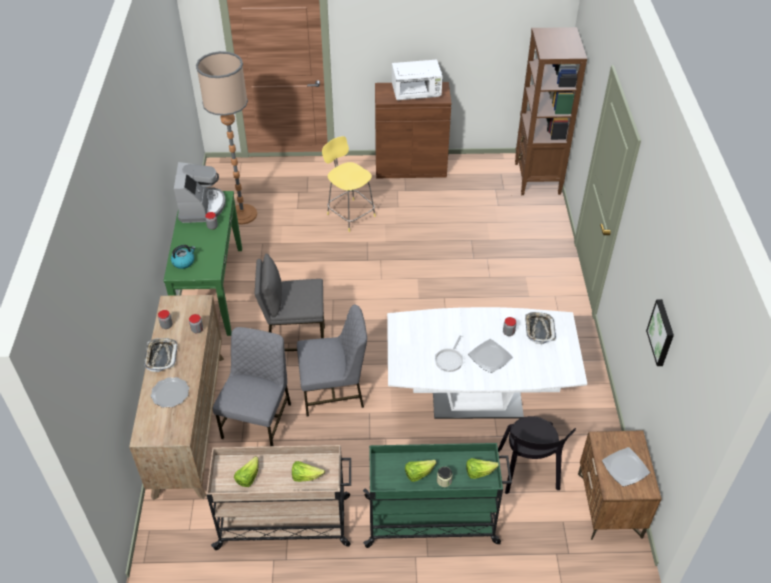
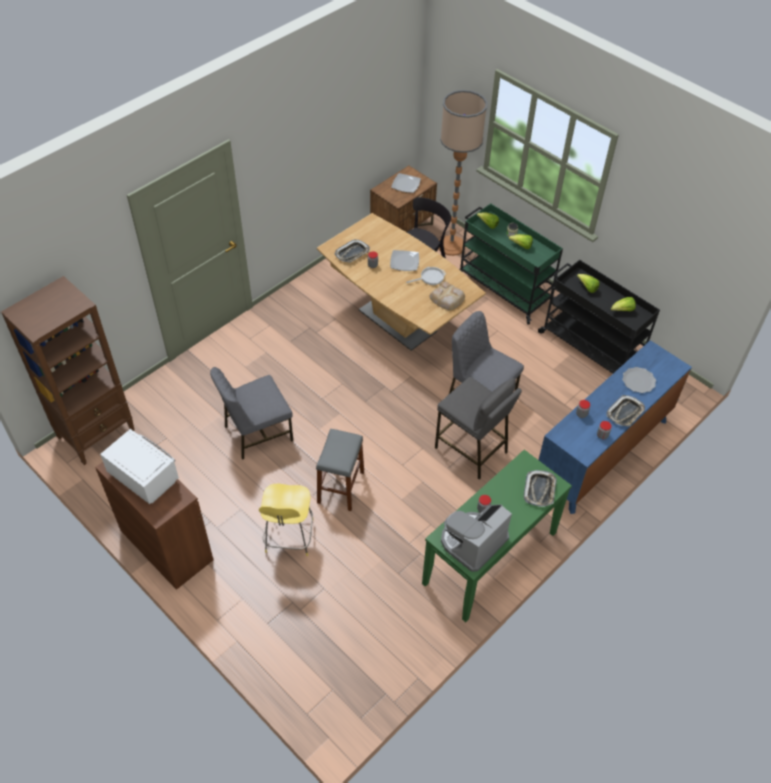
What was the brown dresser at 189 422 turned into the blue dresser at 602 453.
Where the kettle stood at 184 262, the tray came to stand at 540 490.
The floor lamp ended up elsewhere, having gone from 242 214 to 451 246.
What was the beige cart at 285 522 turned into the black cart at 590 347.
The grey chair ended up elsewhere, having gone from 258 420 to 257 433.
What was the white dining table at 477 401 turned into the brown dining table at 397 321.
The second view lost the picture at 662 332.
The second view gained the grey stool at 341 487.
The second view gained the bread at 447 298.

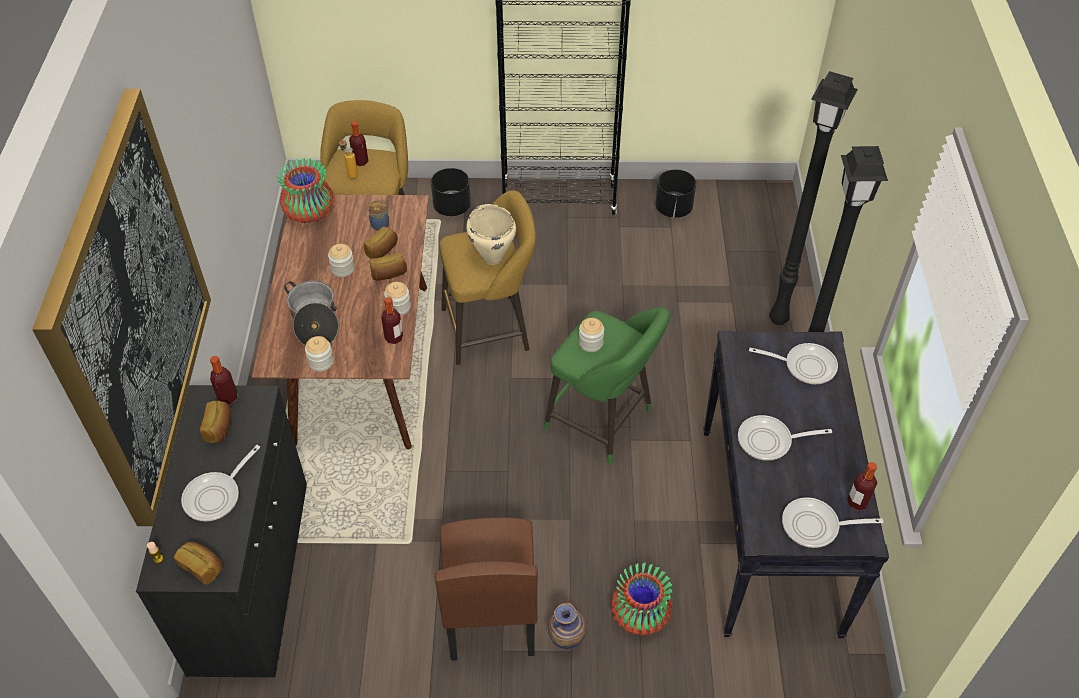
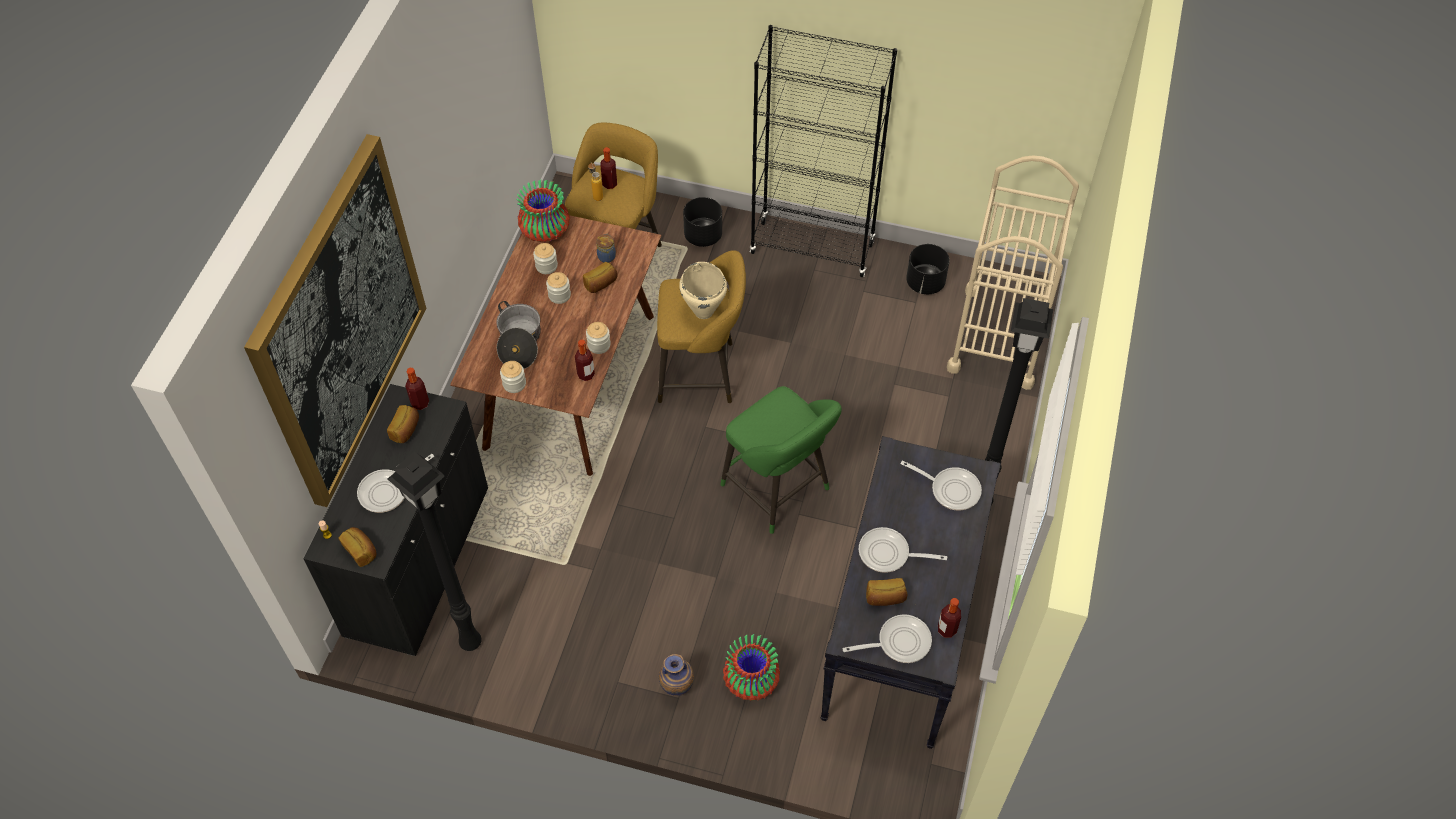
The bread ended up elsewhere, having gone from 389 274 to 885 598.
The second view lost the brown chair at 489 610.
The jar ended up elsewhere, having gone from 590 343 to 546 266.
The black floor lamp ended up elsewhere, having gone from 776 319 to 468 643.
The frying pan at 815 526 ended up facing another way, 150 degrees clockwise from before.
The second view gained the beige cart at 998 337.

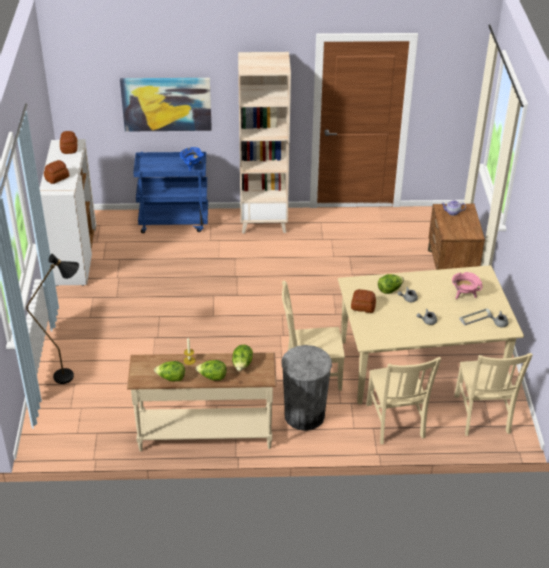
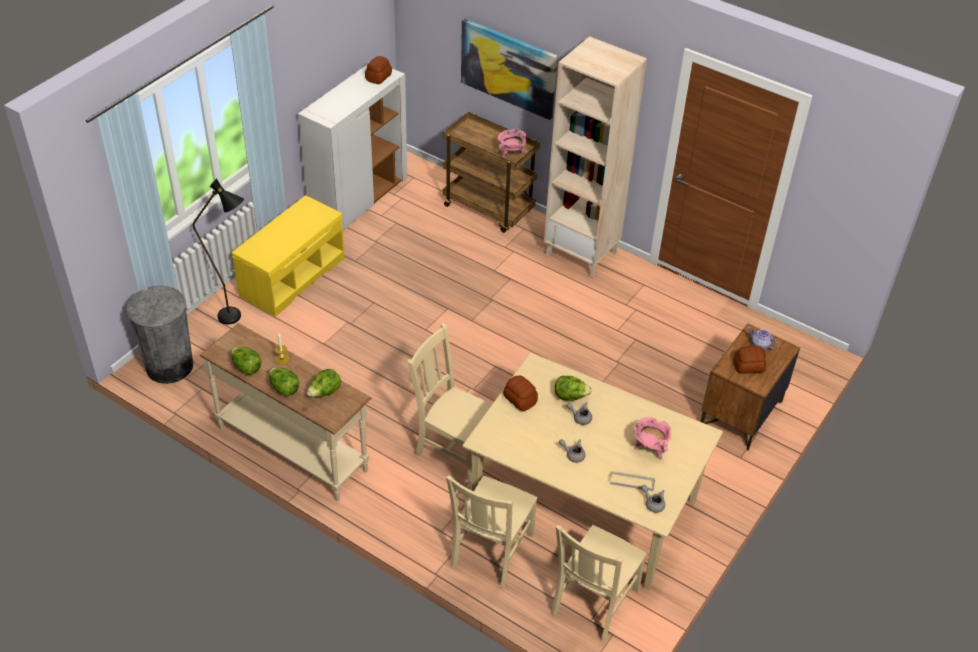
The bread ended up elsewhere, having gone from 56 178 to 748 366.
What was the blue cart at 174 221 turned into the brown cart at 489 209.
What was the blue cooking pot at 192 167 turned into the pink cooking pot at 511 154.
The grey trash can ended up elsewhere, having gone from 304 415 to 169 366.
The second view gained the yellow bench at 292 276.

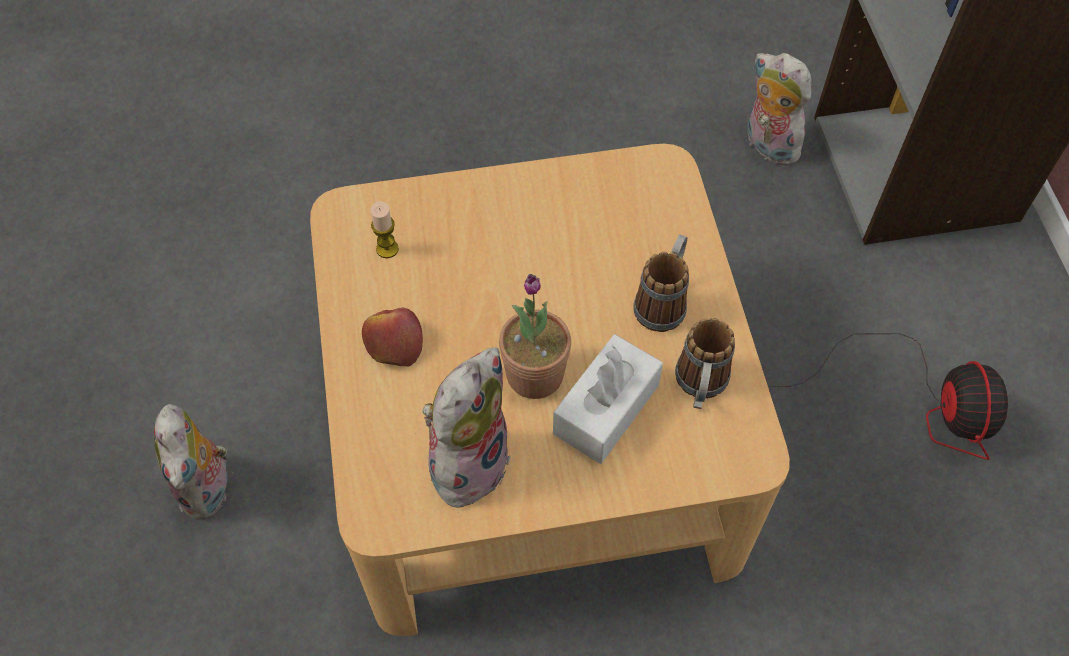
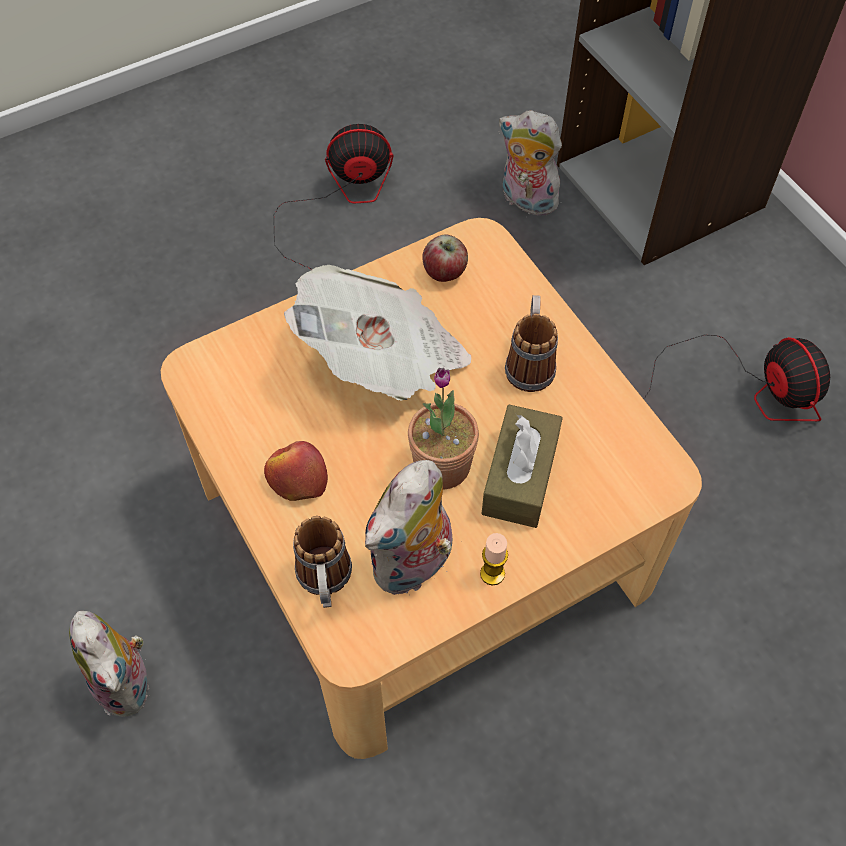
The candle ended up elsewhere, having gone from 387 249 to 492 573.
The plush toy at 467 461 ended up facing another way, 150 degrees counterclockwise from before.
What was the white tissue box at 606 409 turned into the brown tissue box at 520 476.
The mug ended up elsewhere, having gone from 700 387 to 325 583.
The second view gained the fan at 339 206.
The second view gained the newspaper at 383 359.
The second view gained the apple at 445 272.

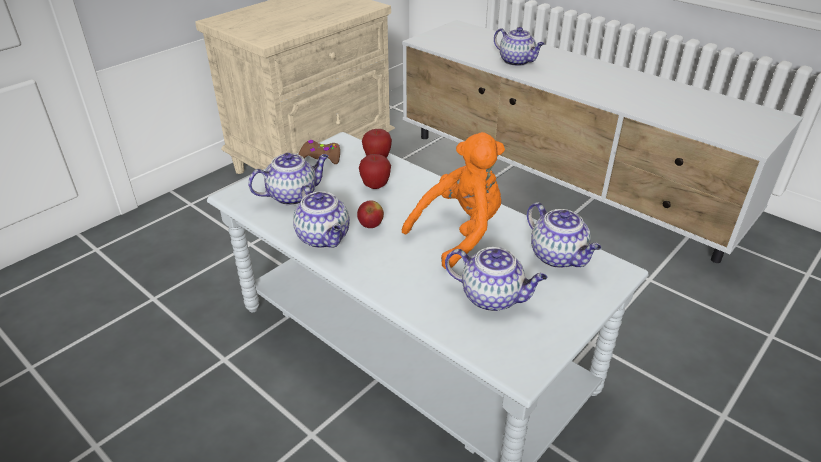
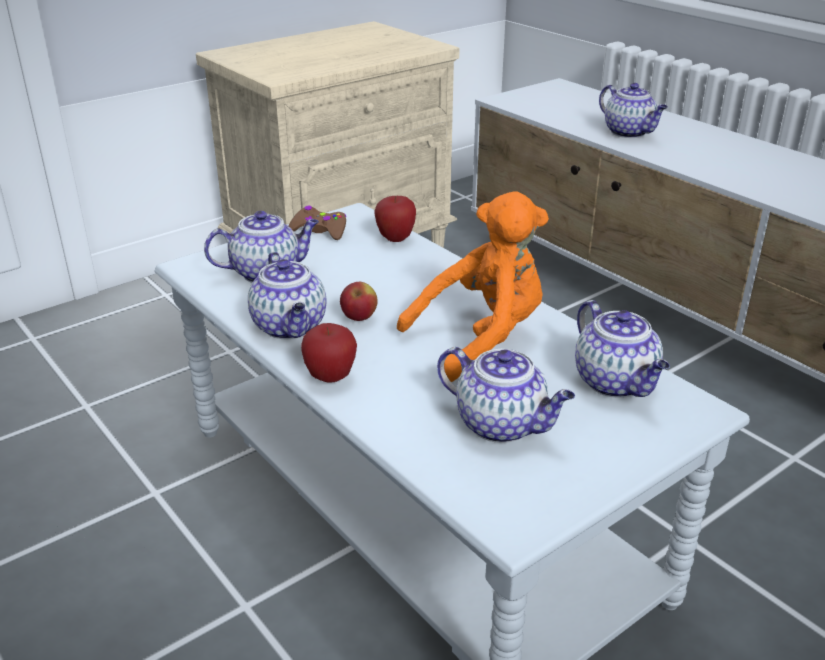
The apple ended up elsewhere, having gone from 375 186 to 330 377.

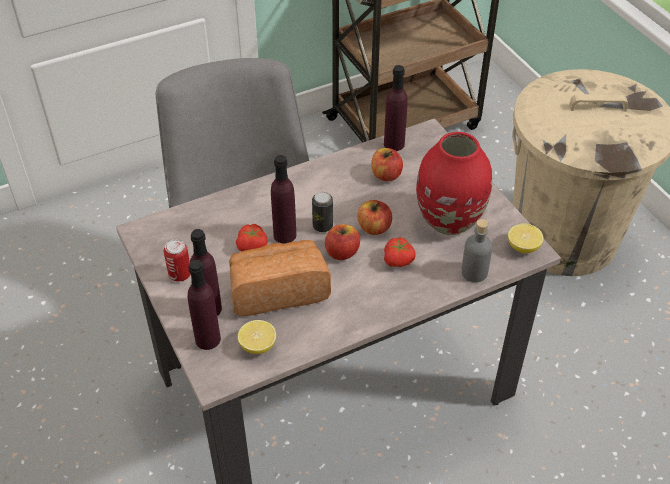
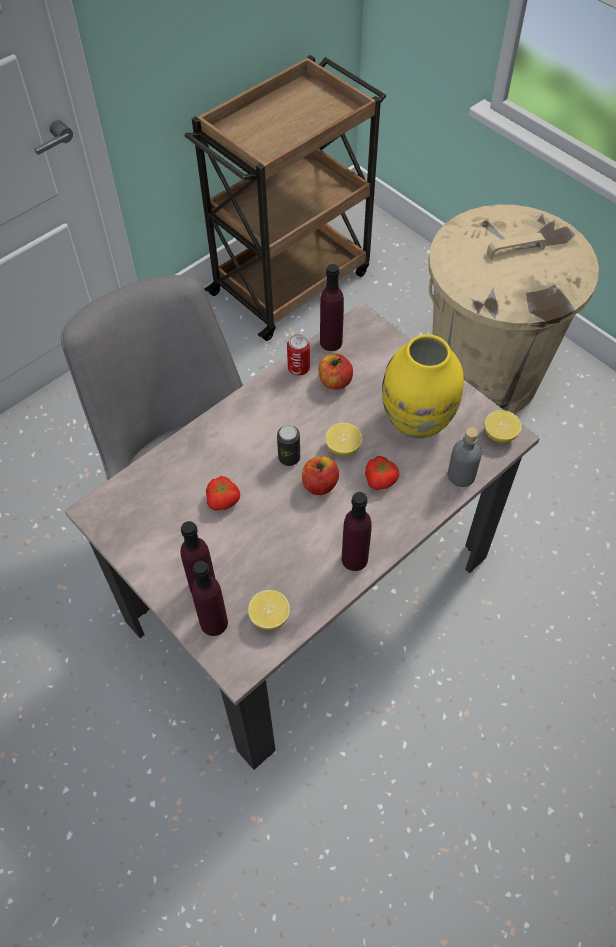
The can ended up elsewhere, having gone from 180 274 to 298 368.
The second view lost the bread at 278 290.
The purple bottle ended up elsewhere, having gone from 285 235 to 354 559.
Where the apple stood at 374 228, the lemon came to stand at 343 447.
What was the red vase at 449 221 turned into the yellow vase at 417 421.

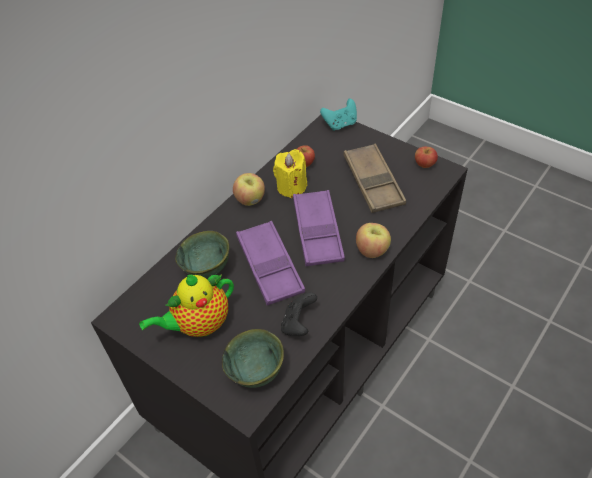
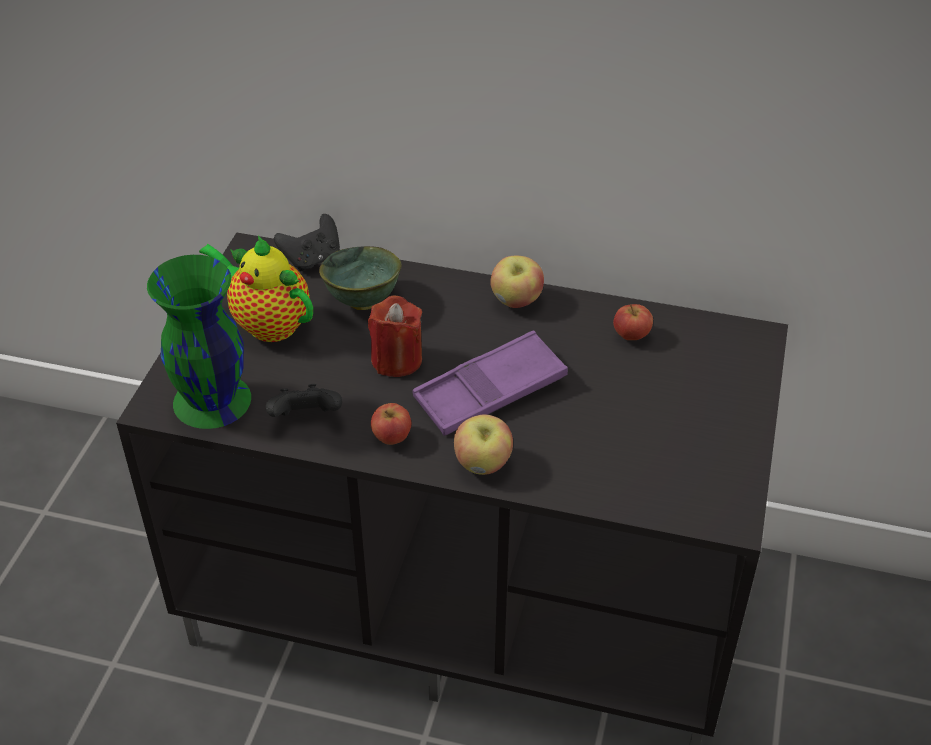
Where the green bowl stood at 257 373, the green vase came to stand at 210 401.
Where the purple tray stood at 270 266, the red candle came to stand at 397 360.
The second view lost the yellow candle at 291 187.
The second view lost the turquoise game controller at 340 124.
The second view lost the brown tray at 373 182.
The apple ended up elsewhere, having gone from 424 164 to 392 437.
The second view gained the black game controller at 312 259.

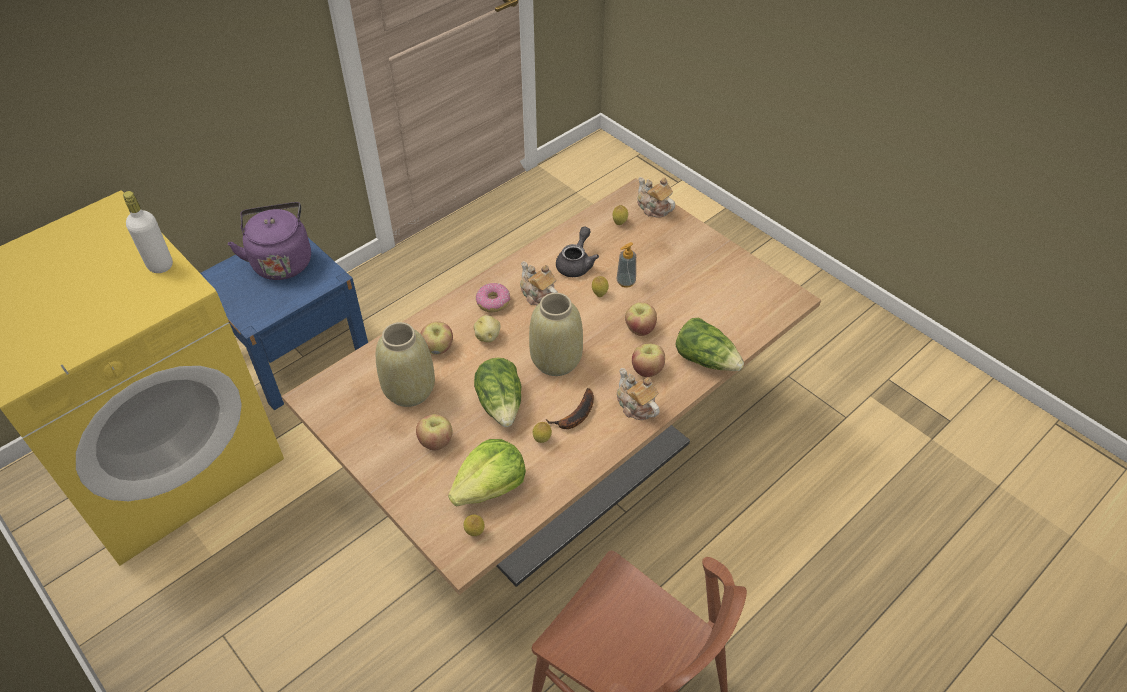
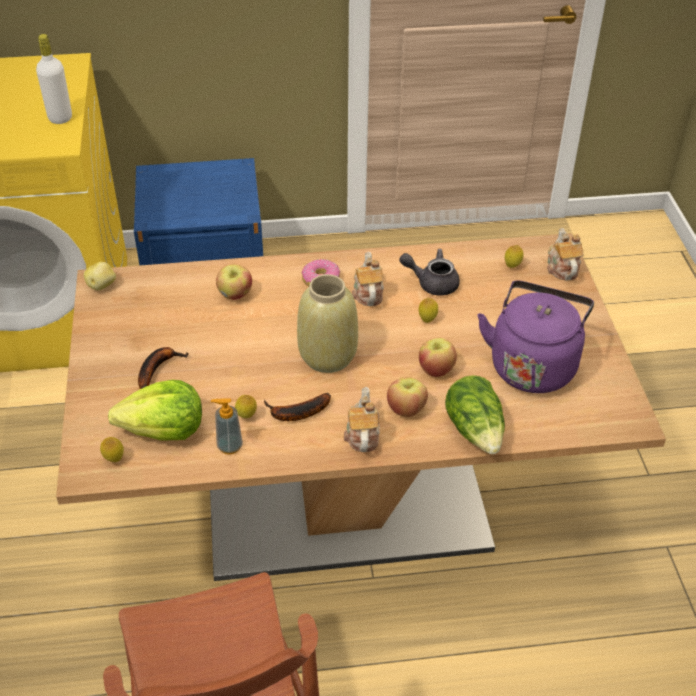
The purple kettle ended up elsewhere, having gone from 281 261 to 533 364.
The second view lost the beige vase at 410 390.
Where the apple stood at 436 441, the banana came to stand at 157 369.
The potato ended up elsewhere, having gone from 488 336 to 102 285.
The second view lost the lettuce at 501 404.
The grey teapot at 576 263 ended up facing another way, 135 degrees counterclockwise from before.
The soap dispenser ended up elsewhere, having gone from 626 282 to 229 446.

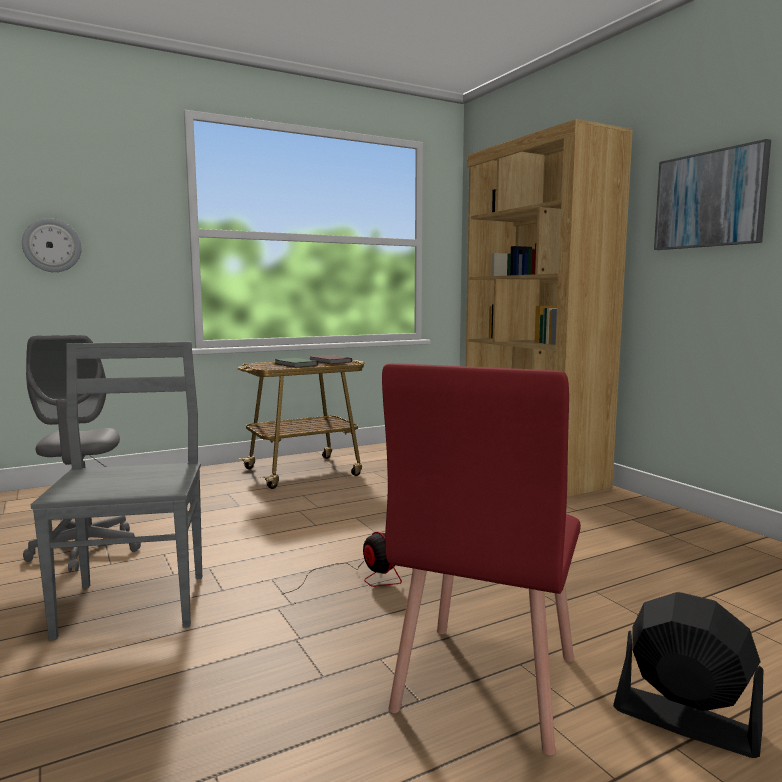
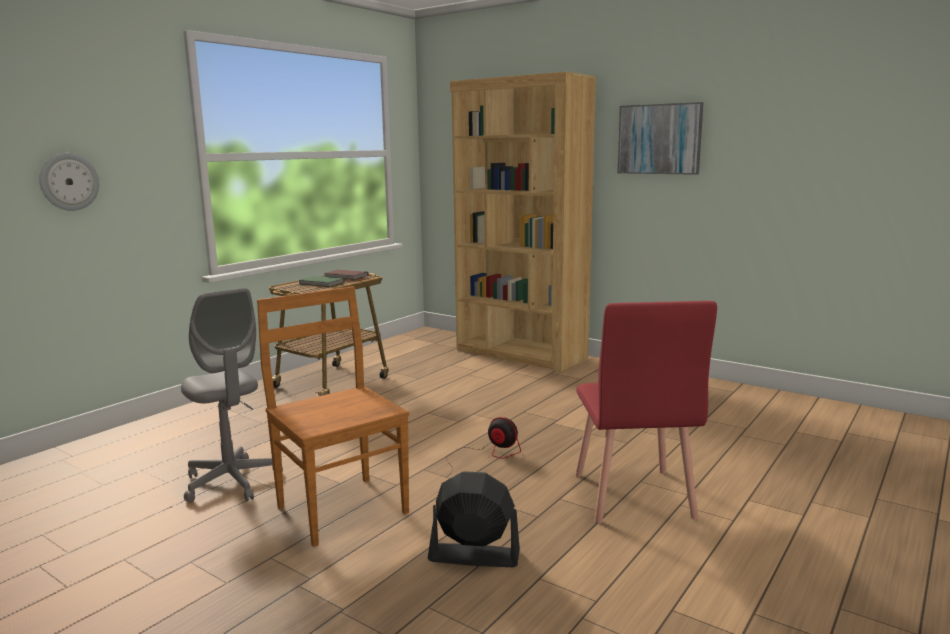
What was the grey chair at 135 602 turned into the brown chair at 341 508.
The black fan ended up elsewhere, having gone from 684 720 to 473 555.

